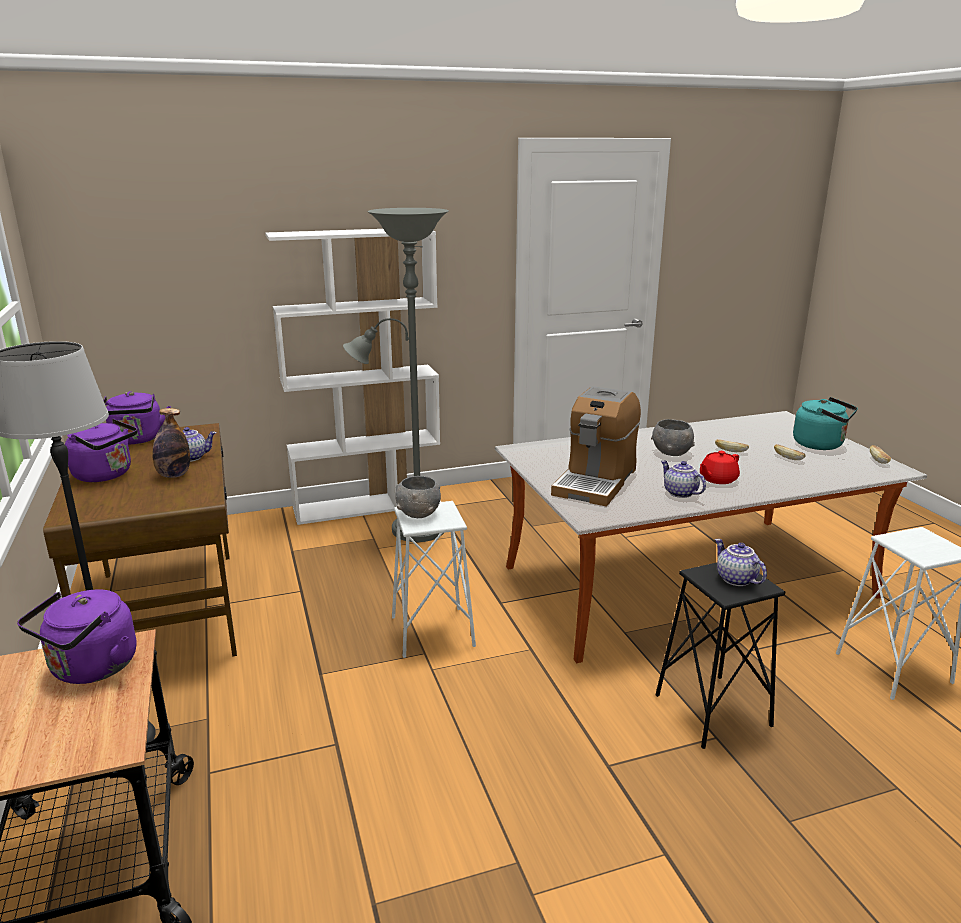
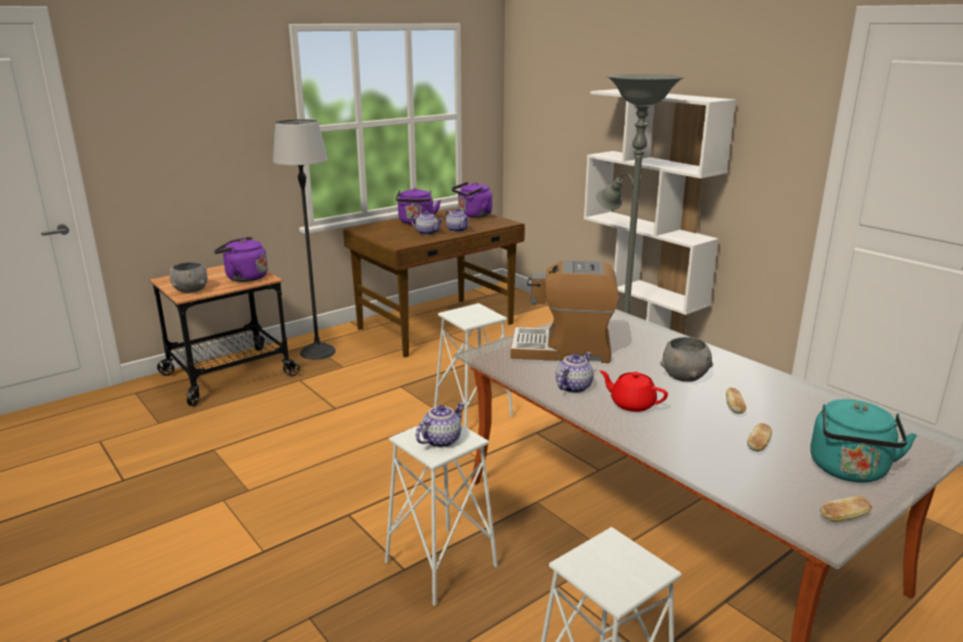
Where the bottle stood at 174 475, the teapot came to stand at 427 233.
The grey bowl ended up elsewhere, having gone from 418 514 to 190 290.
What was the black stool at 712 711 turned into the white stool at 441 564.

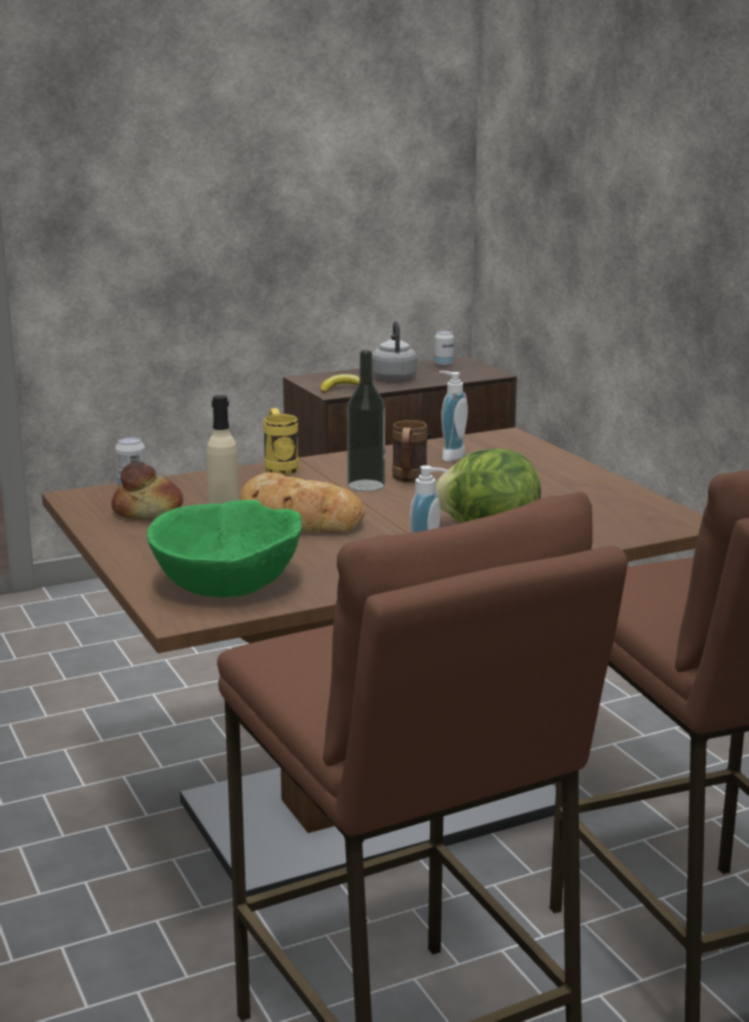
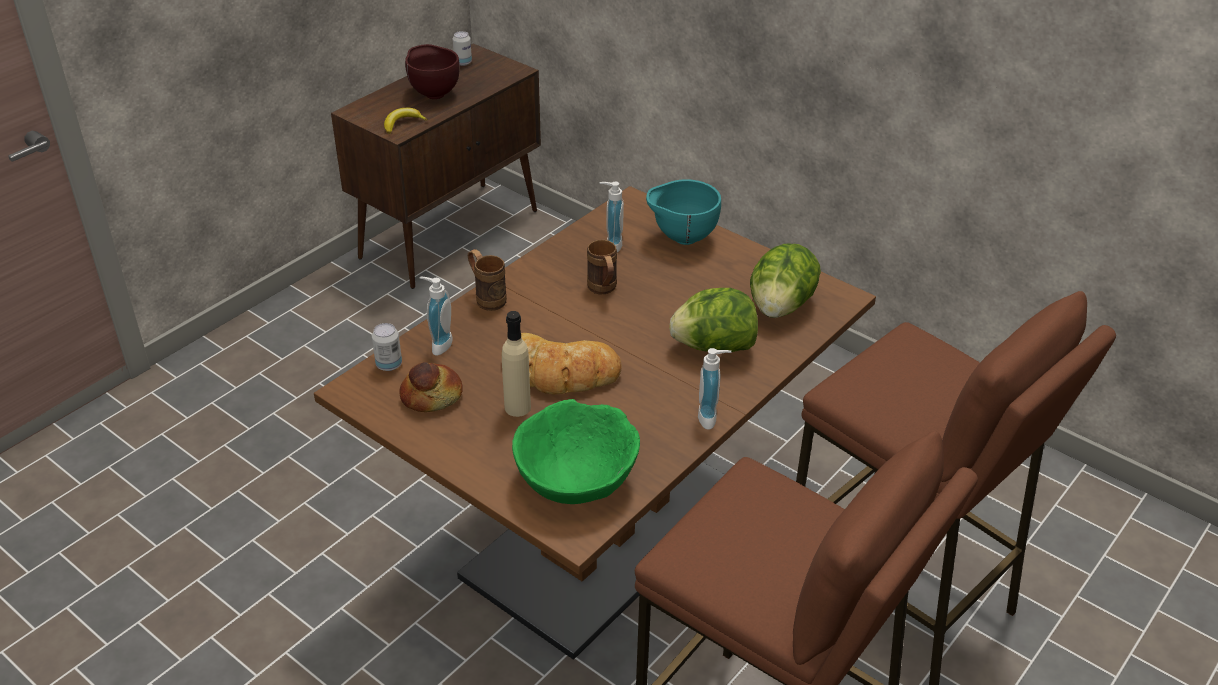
What was the yellow mug at 279 467 turned into the brown mug at 486 297.
The second view lost the bottle at 366 485.
Where the grey kettle stood at 393 377, the brown bowl came to stand at 433 93.
The second view gained the soap dispenser at 438 344.
The second view gained the turquoise bowl at 681 238.
The second view gained the lettuce at 780 307.

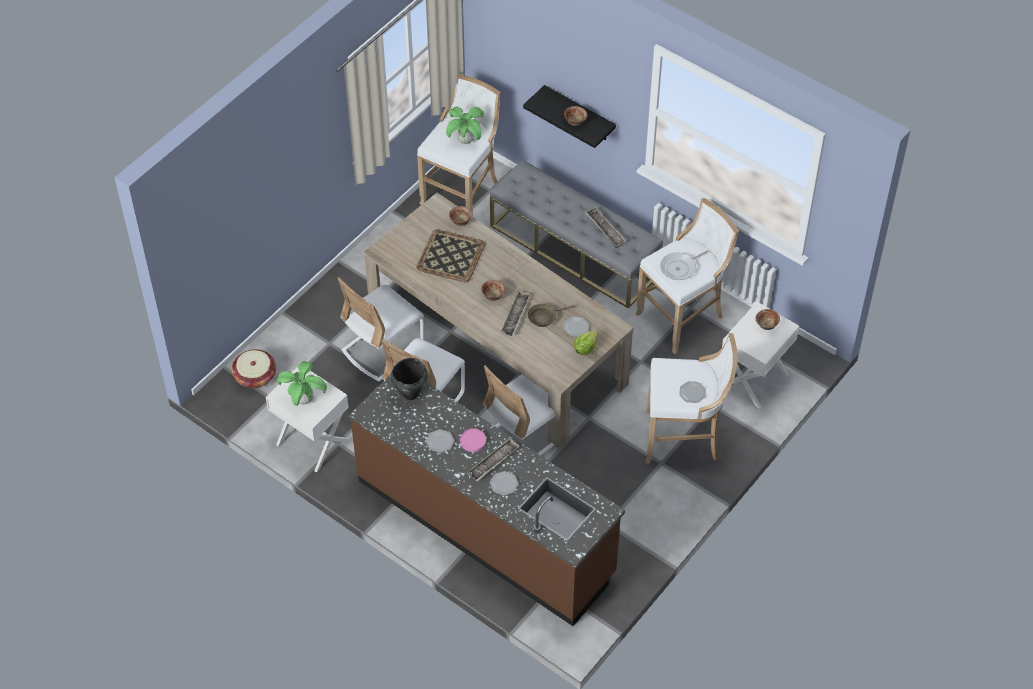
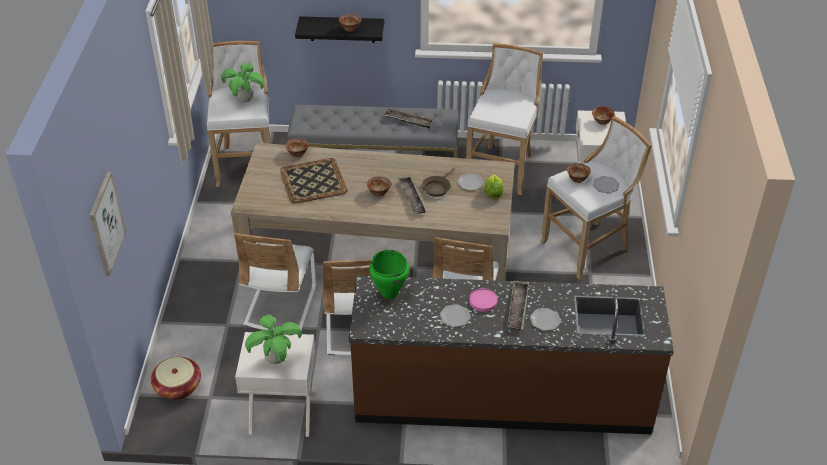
What was the black cooking pot at 409 394 turned into the green cooking pot at 389 293.
The second view lost the frying pan at 680 268.
The second view gained the picture at 106 223.
The second view gained the bowl at 577 179.

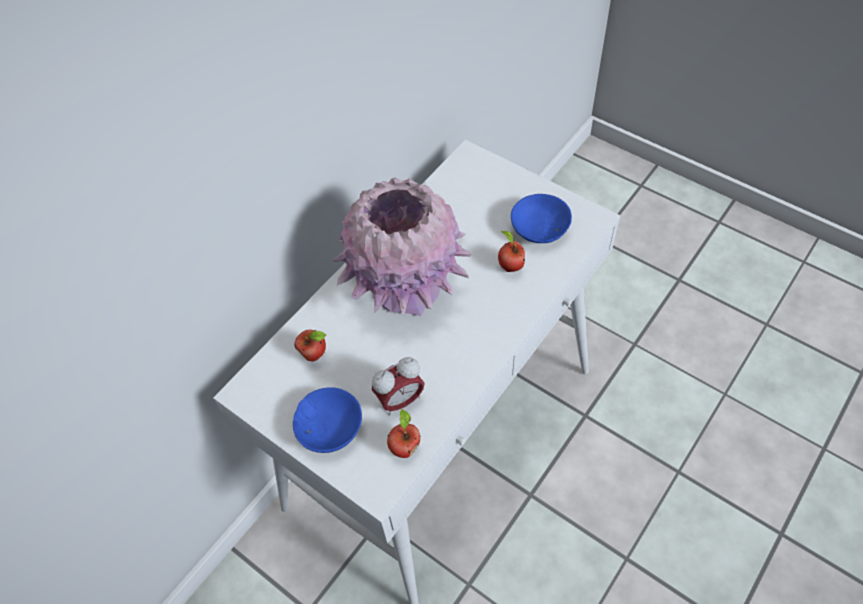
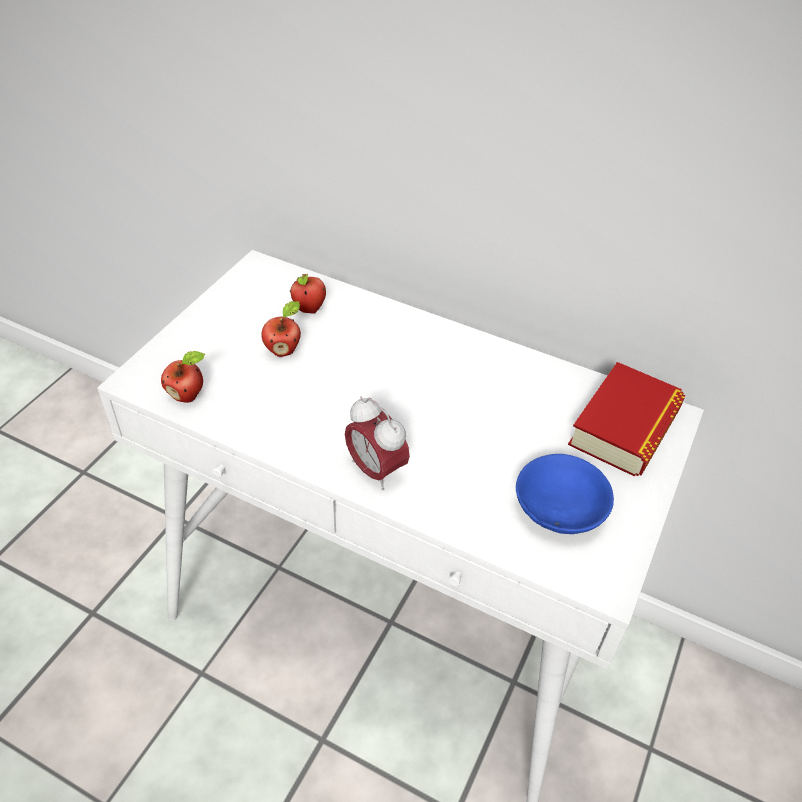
The second view lost the blue bowl at 332 429.
The second view lost the pink vase at 406 289.
The alarm clock ended up elsewhere, having gone from 400 400 to 375 470.
The apple ended up elsewhere, having gone from 509 266 to 283 350.
The second view gained the book at 624 427.

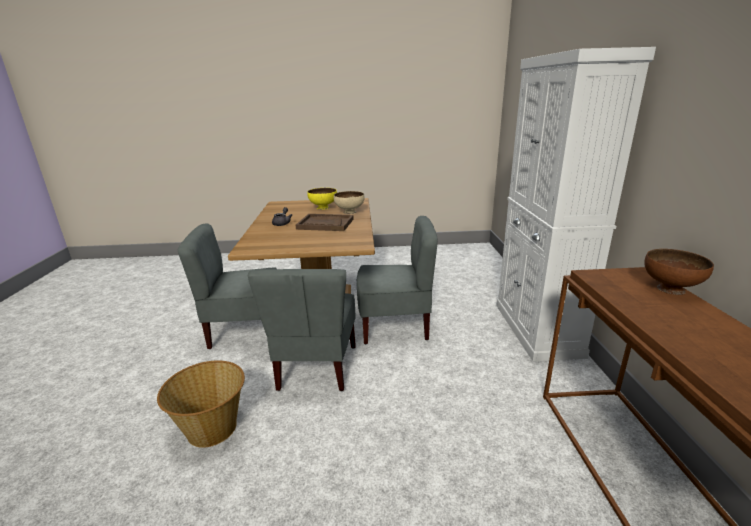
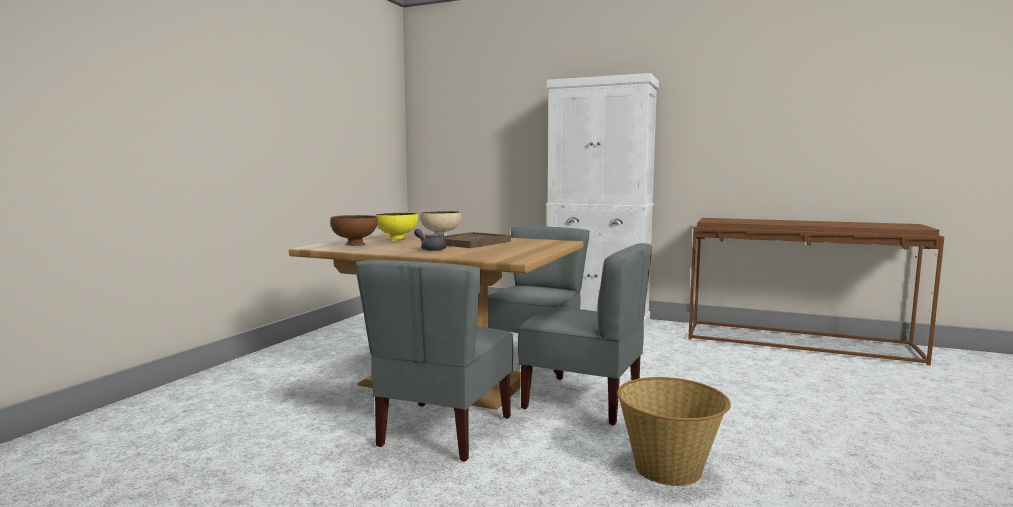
The brown bowl ended up elsewhere, having gone from 669 289 to 354 244.

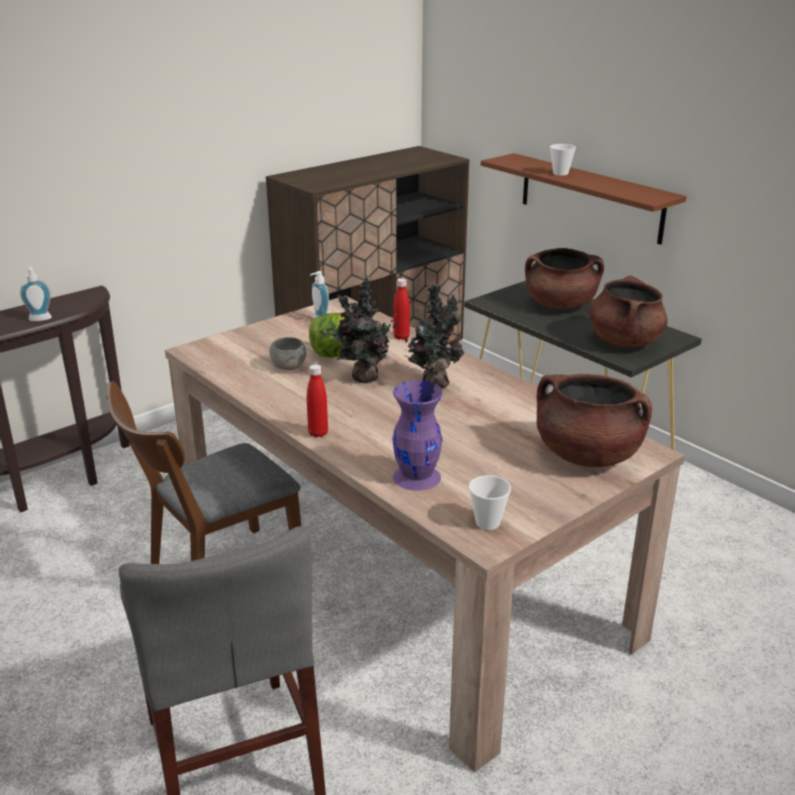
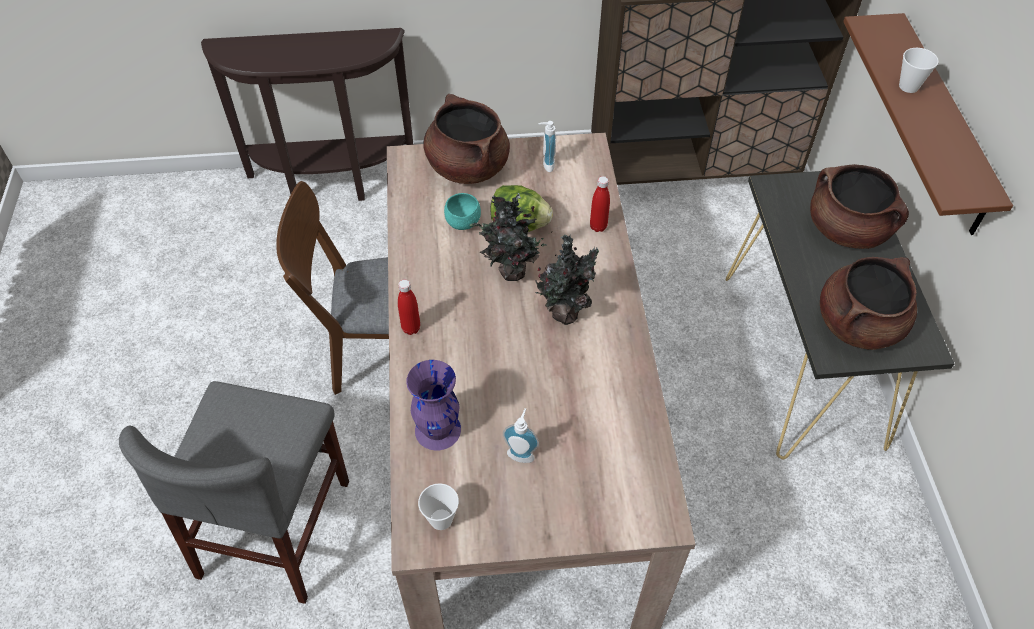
The soap dispenser ended up elsewhere, having gone from 40 318 to 521 453.
What was the grey bowl at 288 367 turned into the turquoise bowl at 463 222.
The brown cooking pot ended up elsewhere, having gone from 587 455 to 467 166.

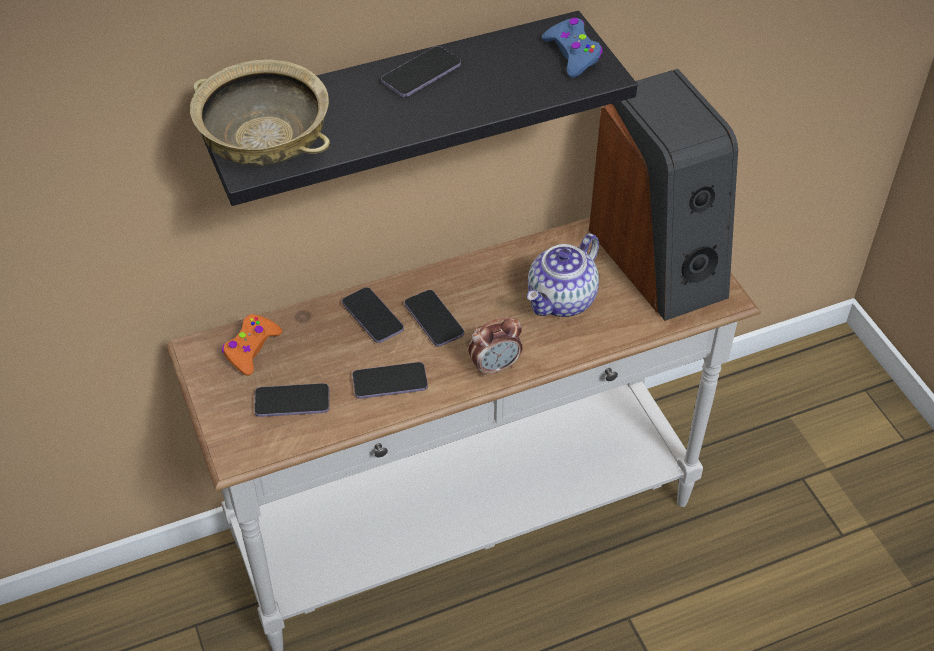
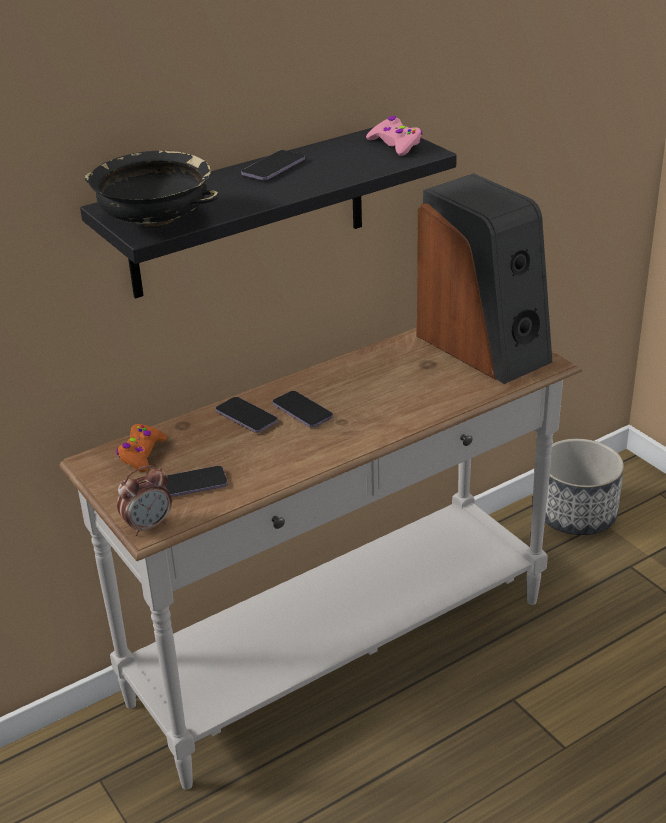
What was the beige bowl at 267 146 turned into the black bowl at 156 220.
The second view lost the phone at 390 382.
The alarm clock ended up elsewhere, having gone from 495 367 to 148 526.
The second view lost the teapot at 562 300.
What was the blue game controller at 572 54 turned into the pink game controller at 395 144.
The second view gained the planter at 576 515.

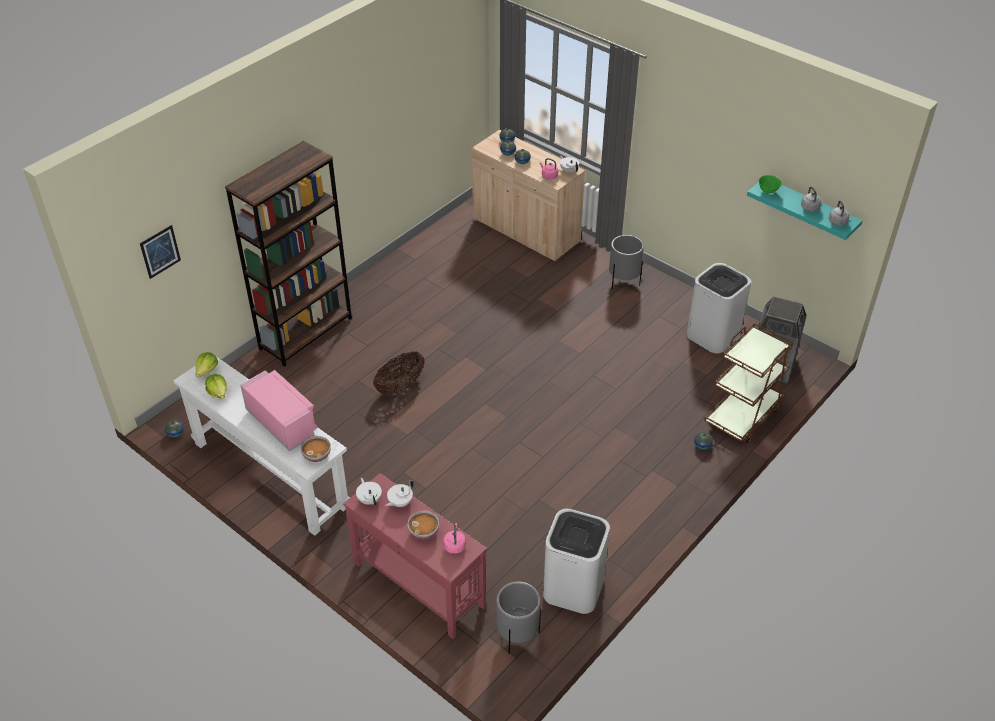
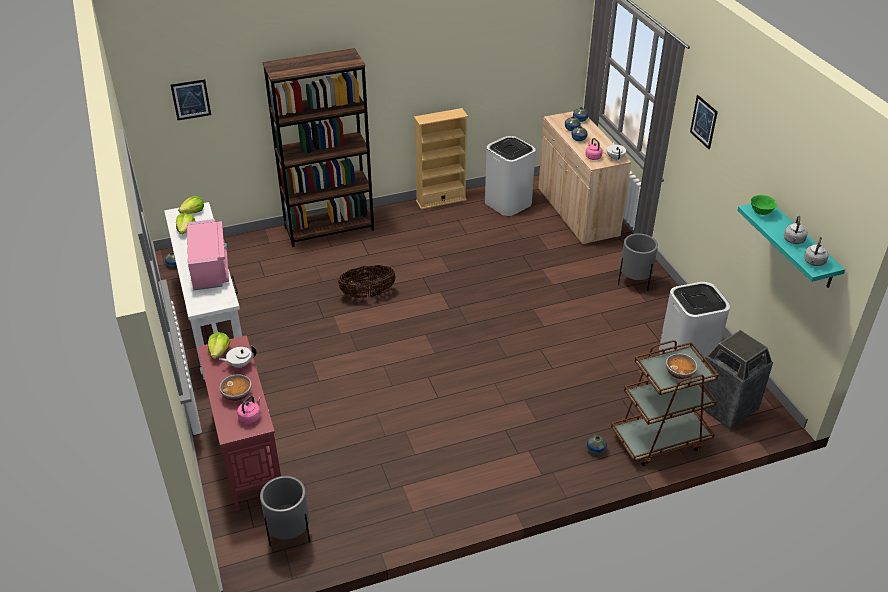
The bowl ended up elsewhere, having gone from 317 455 to 679 373.
Where the white teapot stood at 369 499, the lettuce came to stand at 219 352.
The white trash can ended up elsewhere, having gone from 573 588 to 507 203.
The second view gained the beige bookcase at 441 200.
The second view gained the picture at 703 122.

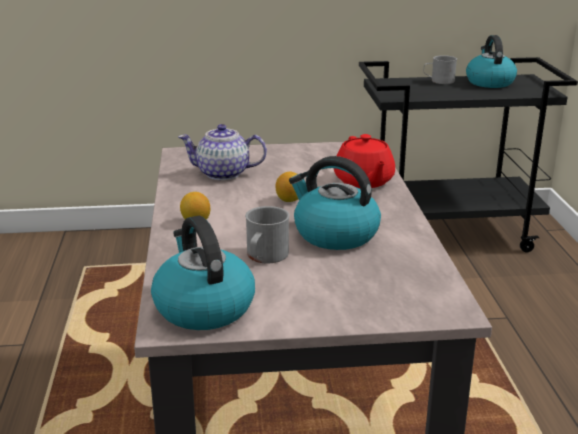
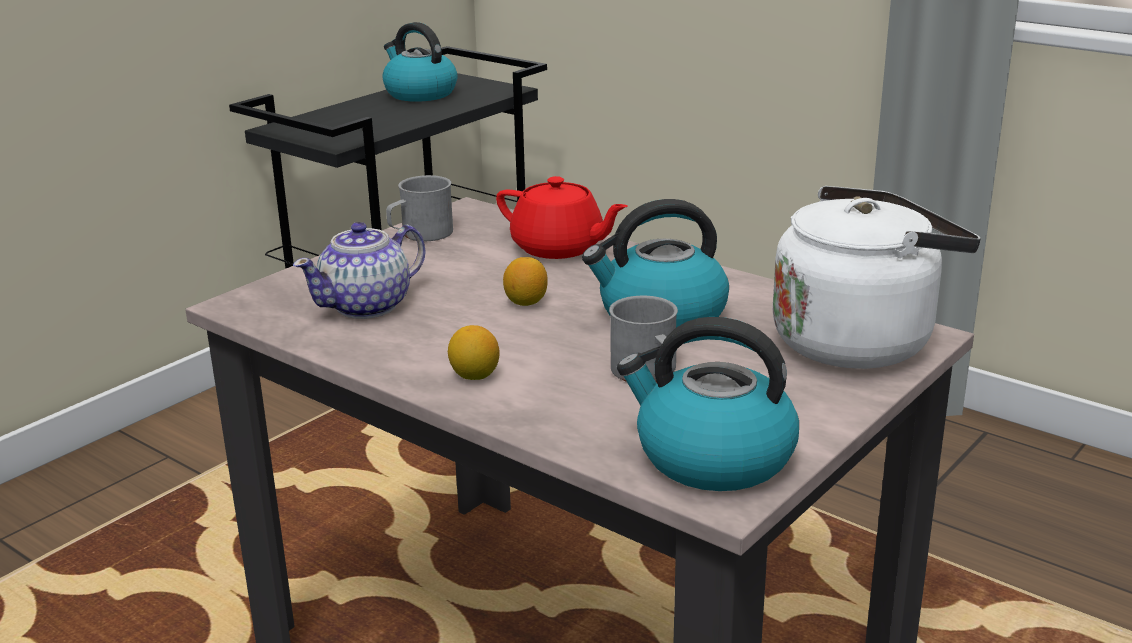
The grey mug ended up elsewhere, having gone from 438 81 to 420 235.
The second view gained the white kettle at 859 341.

